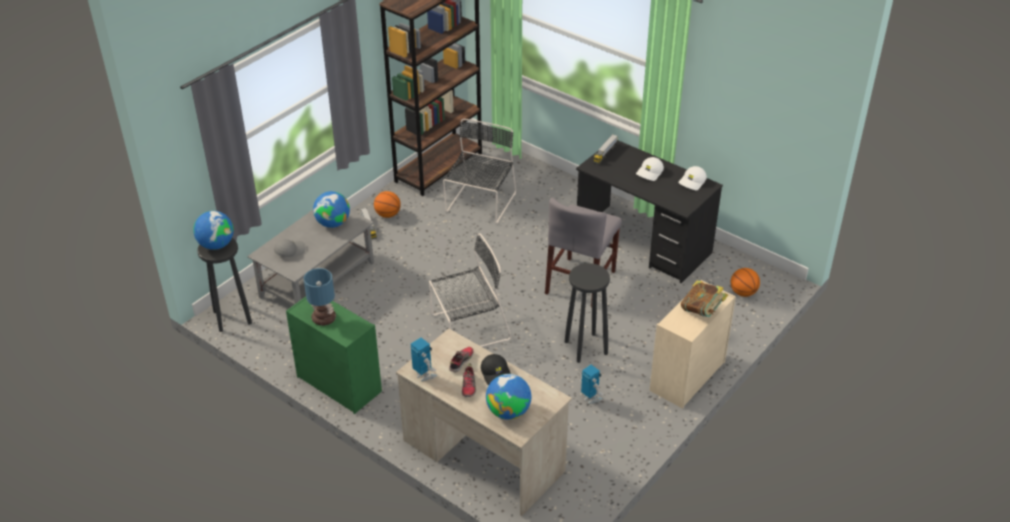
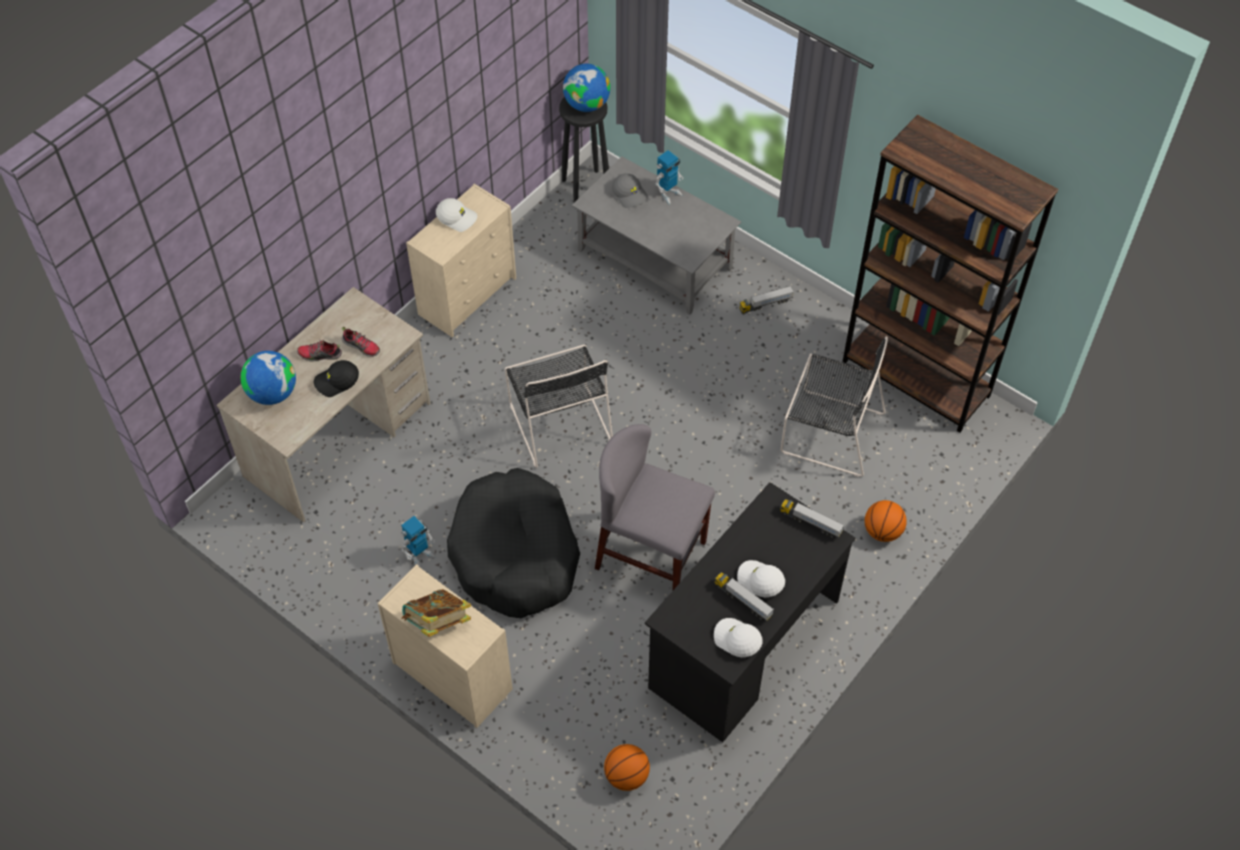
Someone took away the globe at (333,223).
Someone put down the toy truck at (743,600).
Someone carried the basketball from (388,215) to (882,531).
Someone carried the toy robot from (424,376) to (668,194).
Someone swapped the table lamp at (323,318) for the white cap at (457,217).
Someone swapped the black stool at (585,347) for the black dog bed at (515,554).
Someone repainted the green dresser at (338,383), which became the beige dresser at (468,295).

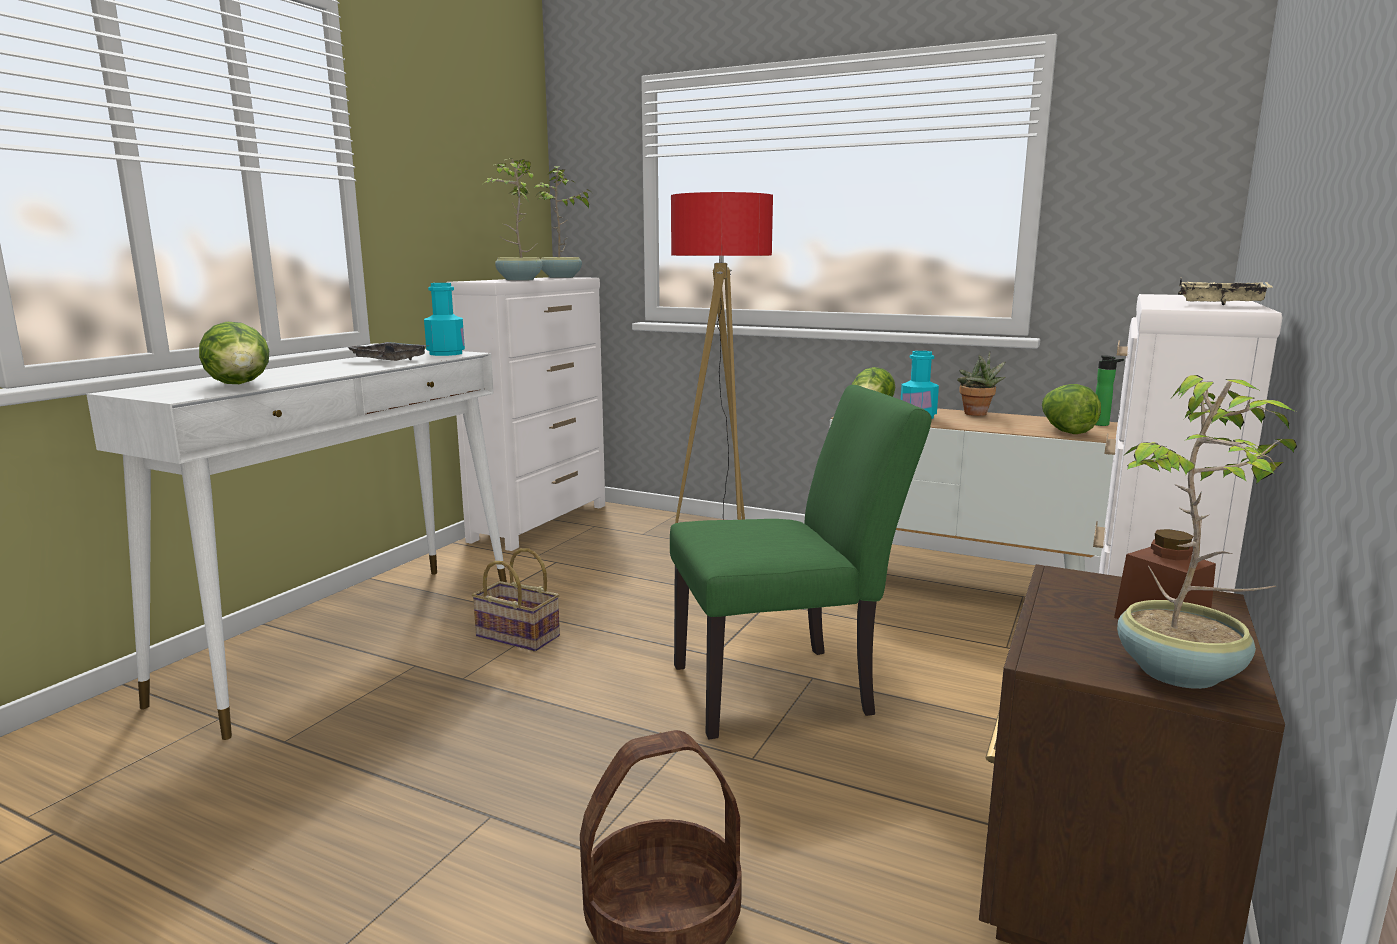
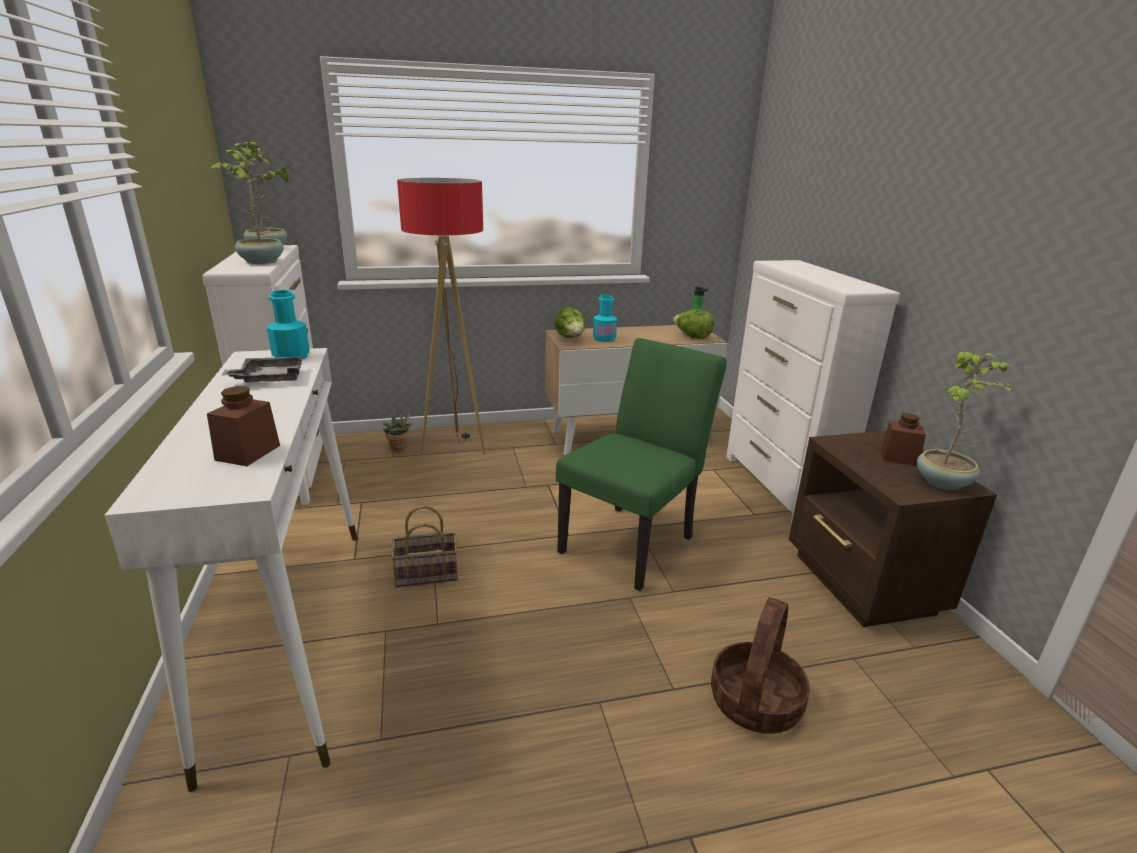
Someone took away the beige tray at (1219,305).
Someone carried the potted plant from (977,414) to (399,448).
Someone swapped the lettuce at (240,385) for the brown jar at (248,452).

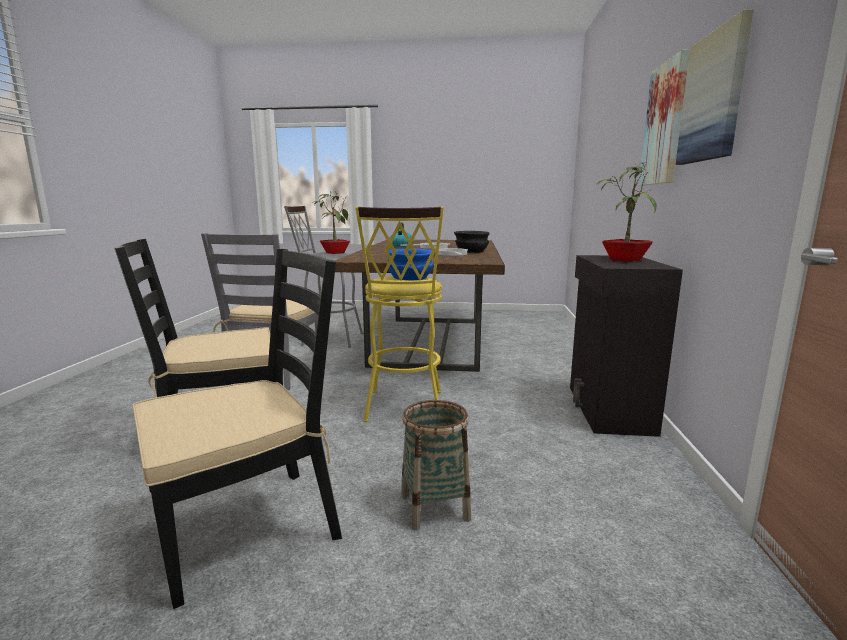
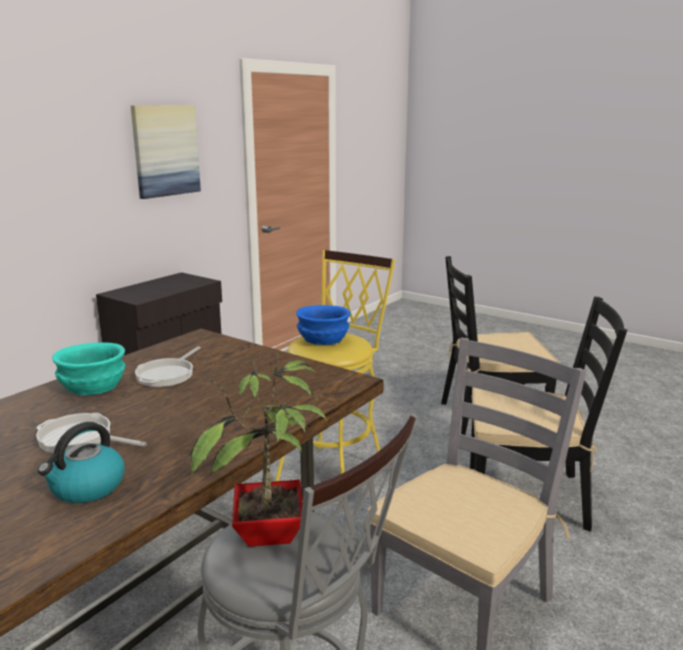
Someone took away the basket at (434,507).
Someone took away the potted plant at (623,260).
Someone took away the picture at (665,124).
Someone repainted the black bowl at (471,251), which became the turquoise bowl at (92,387).

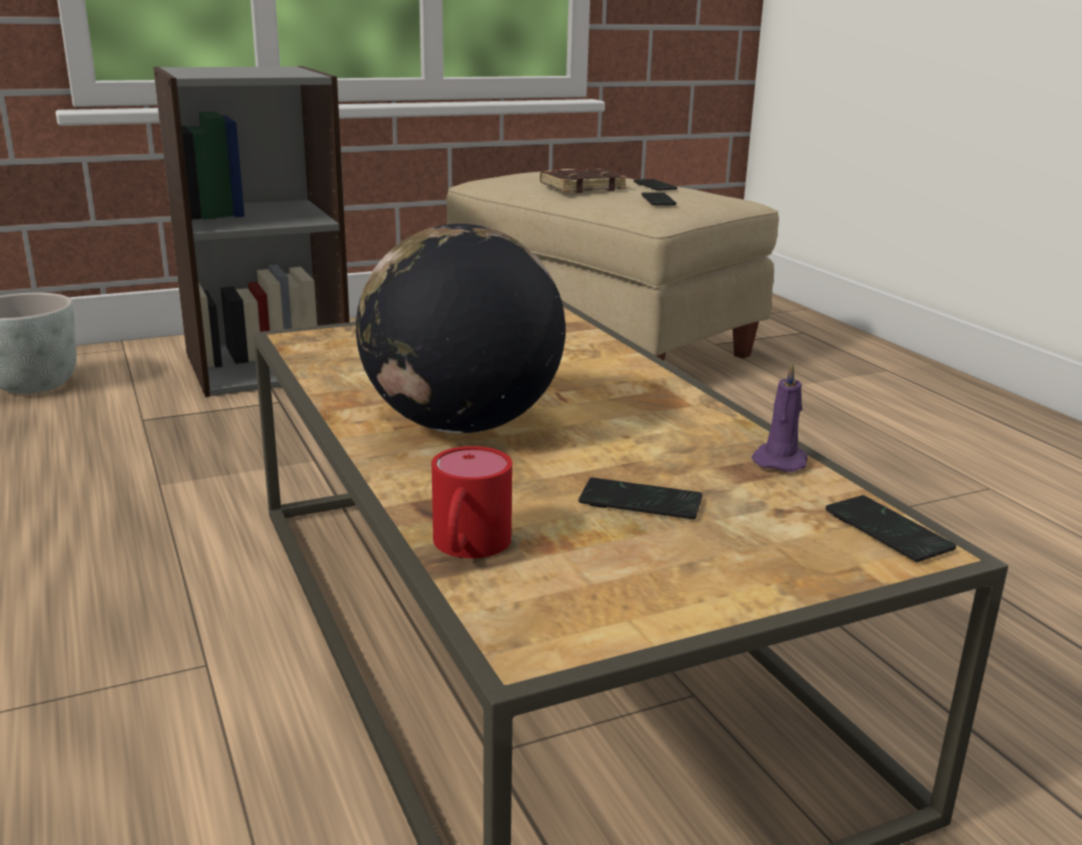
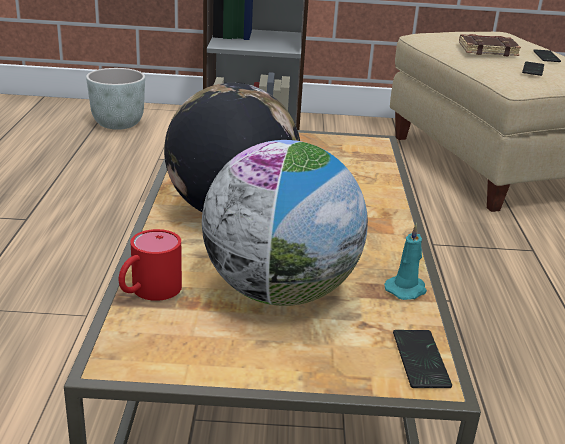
Someone swapped the phone at (640,502) for the globe at (280,292).
Someone repainted the purple candle at (780,460), which became the turquoise candle at (406,289).

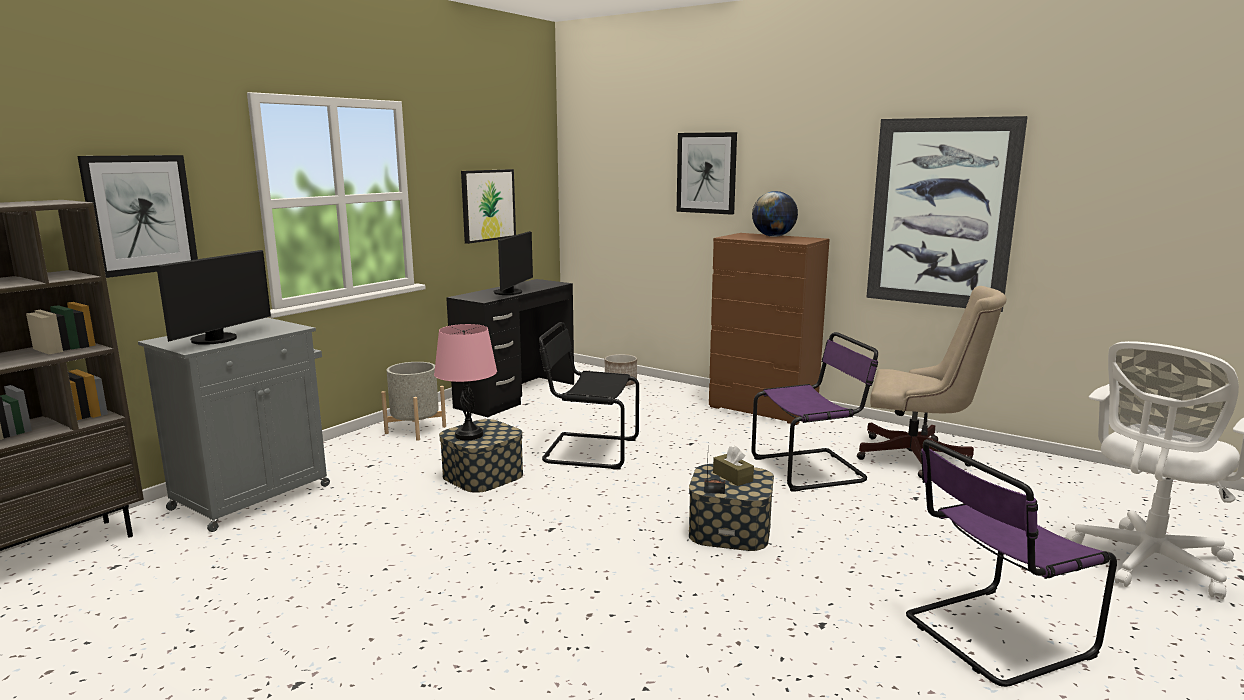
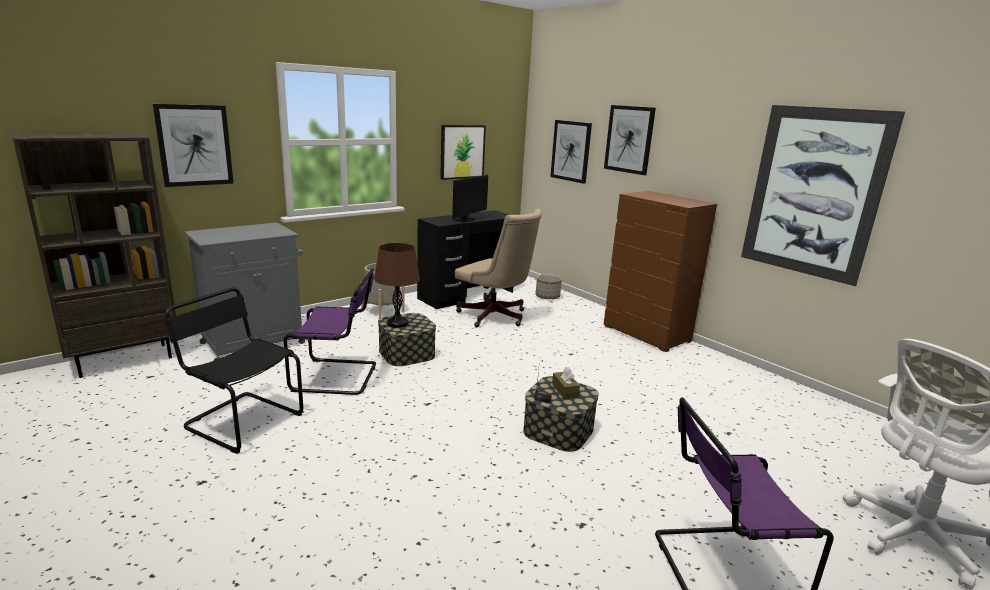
Someone took away the monitor at (218,340).
Someone took away the globe at (773,236).
Someone put up the picture at (571,151).
Someone carried the black chair from (587,451) to (241,420).
Someone carried the purple chair from (812,469) to (338,377).
Someone carried the beige office chair from (919,458) to (495,317).
Someone repainted the pink table lamp at (469,435), which became the brown table lamp at (397,323).

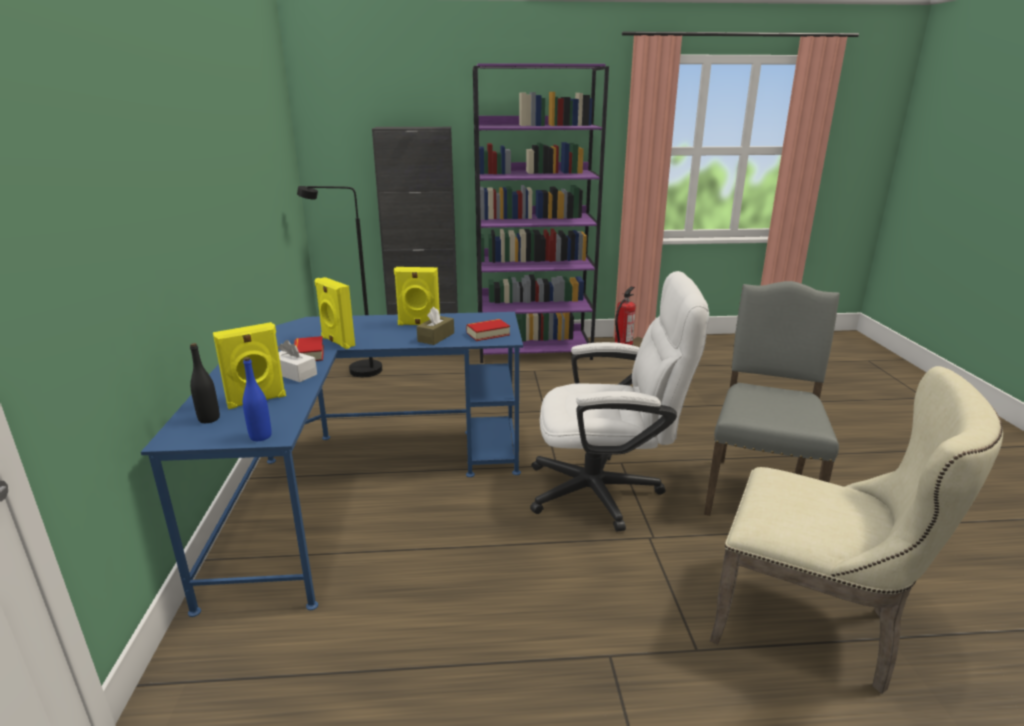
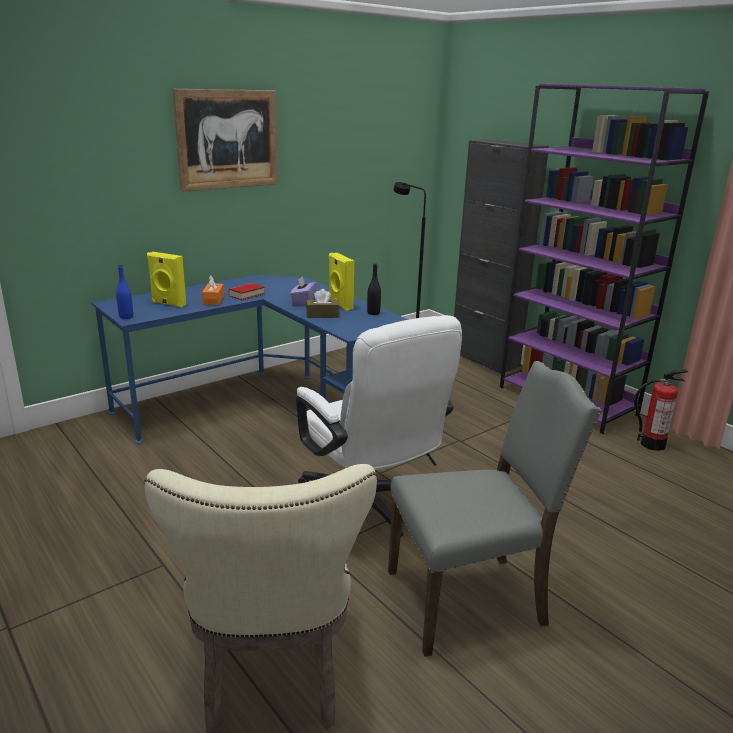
Someone took away the yellow speaker at (337,342).
Someone took away the book at (488,334).
Someone put up the picture at (228,139).
Someone put down the purple tissue box at (303,301).
Someone carried the black bottle from (209,419) to (373,313).
Someone repainted the white tissue box at (294,373), which became the orange tissue box at (213,300).

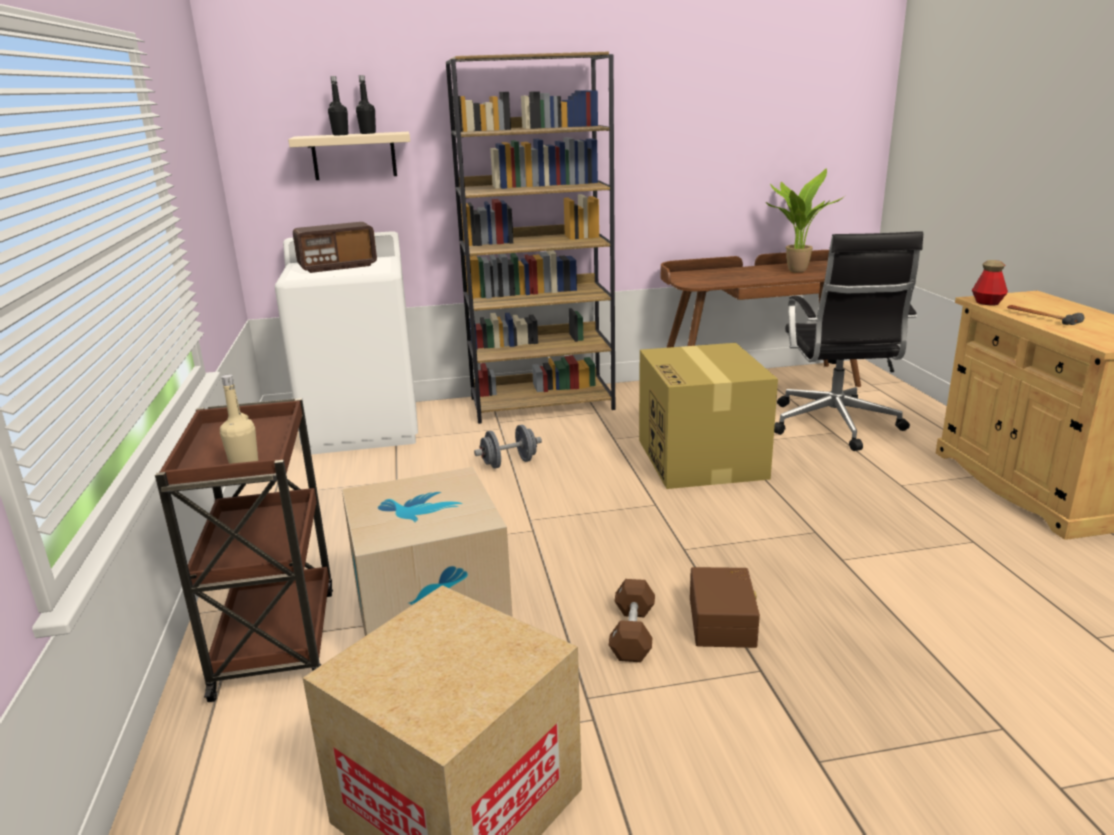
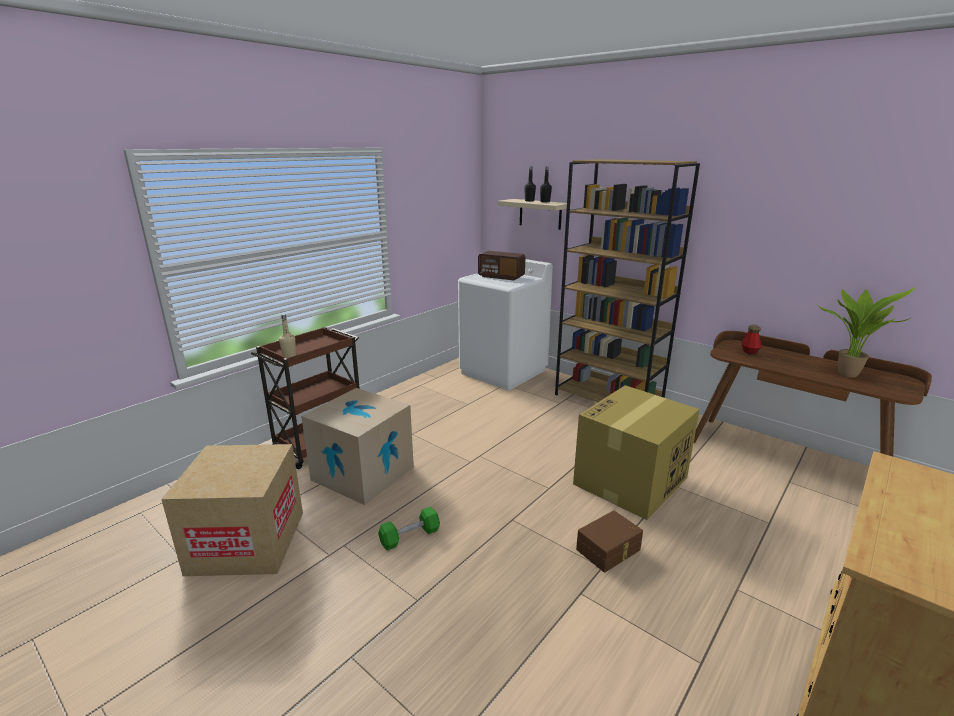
Someone took away the grey dumbbell at (509,463).
Someone took away the black office chair at (834,426).
Someone took away the hammer at (1041,318).
Someone carried the brown storage box from (724,621) to (609,550).
Someone carried the bottle from (987,303) to (749,352).
Someone repainted the brown dumbbell at (632,633), which became the green dumbbell at (410,536).

